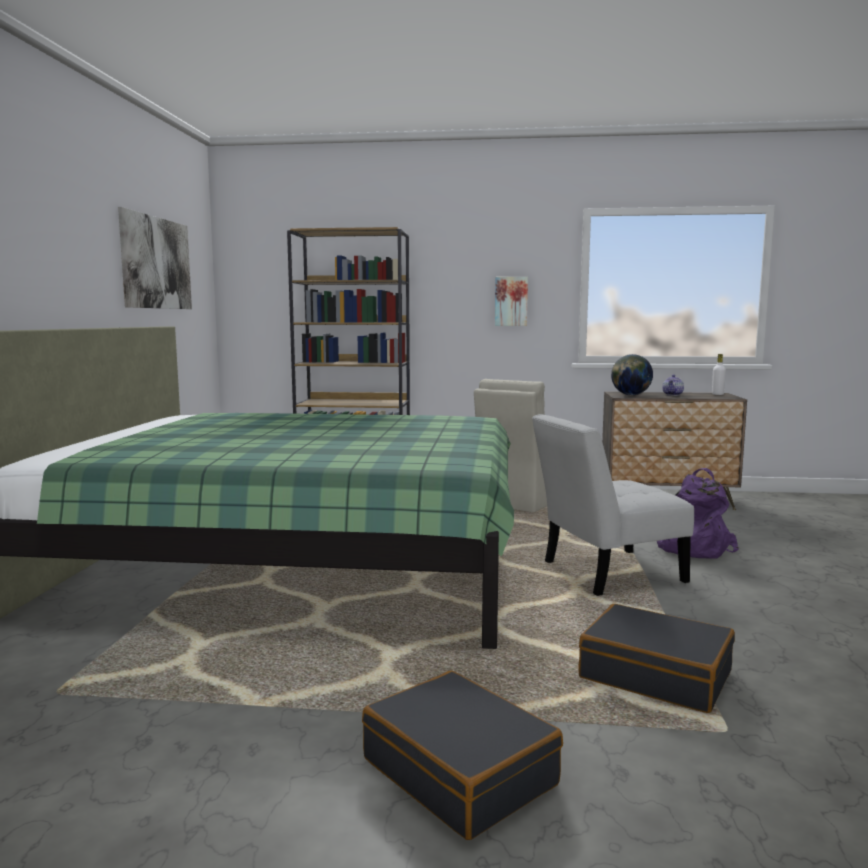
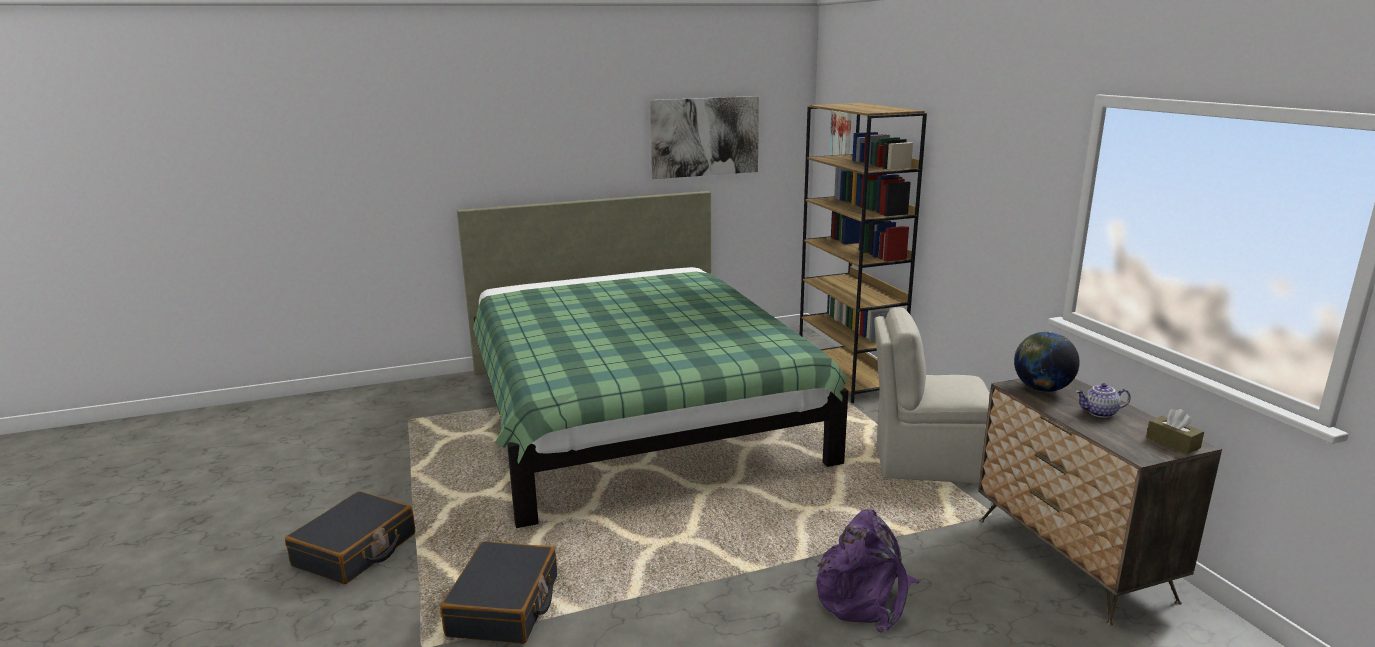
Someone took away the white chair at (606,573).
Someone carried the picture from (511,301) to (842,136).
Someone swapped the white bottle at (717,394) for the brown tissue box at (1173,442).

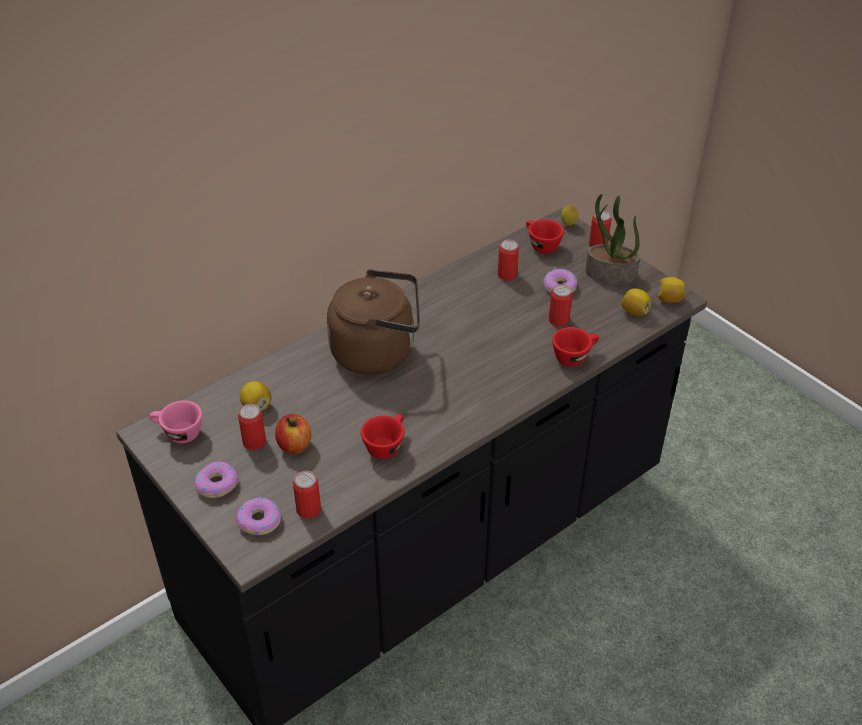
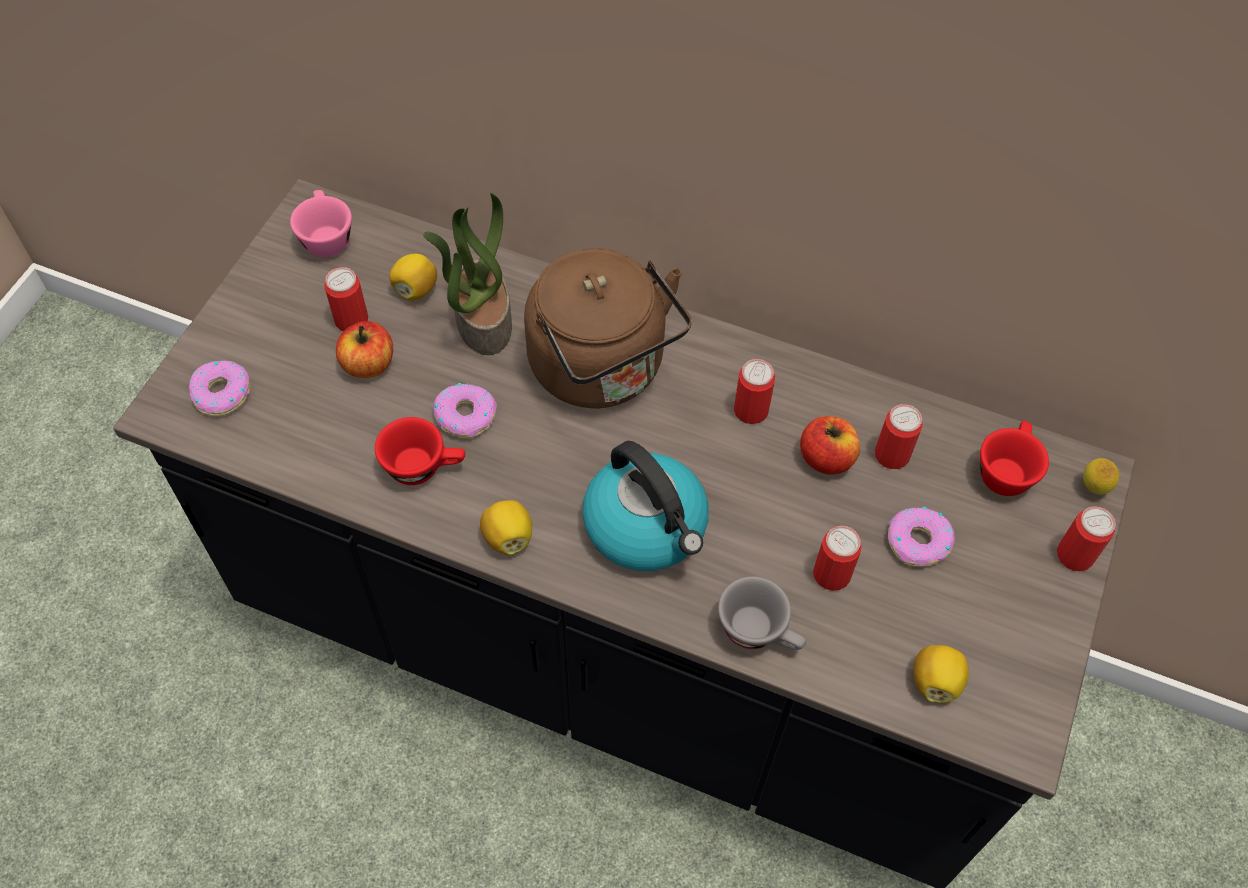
Someone put down the kettle at (647,527).
Someone put down the apple at (826,458).
Someone carried the donut from (216,484) to (465,415).
Someone carried the can from (309,510) to (750,410).
Someone carried the potted plant from (610,274) to (482,320).
Someone carried the lemon from (669,299) to (508,537).
Someone repainted the red cup at (574,356), which became the grey cup at (760,632).

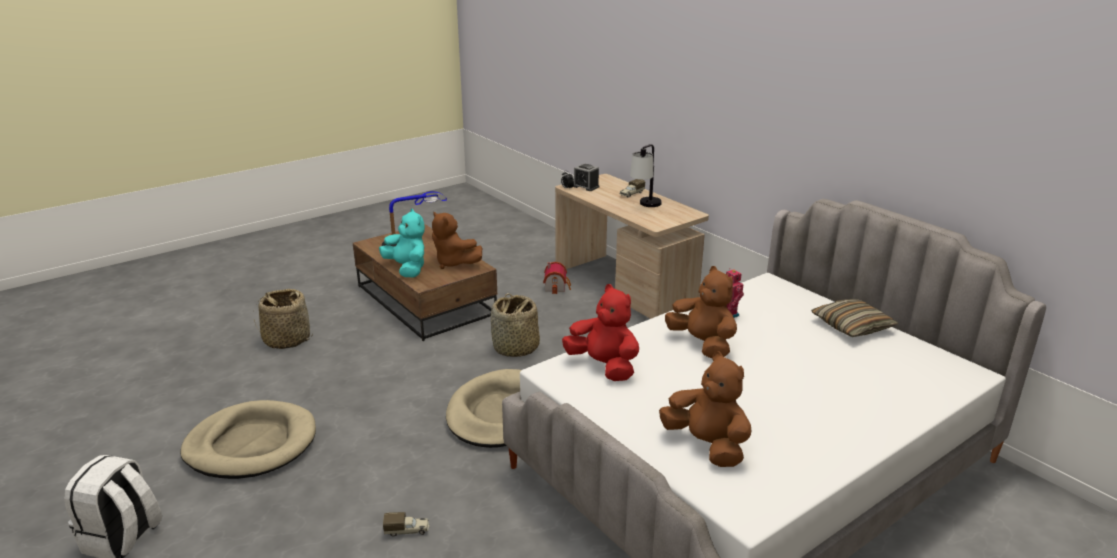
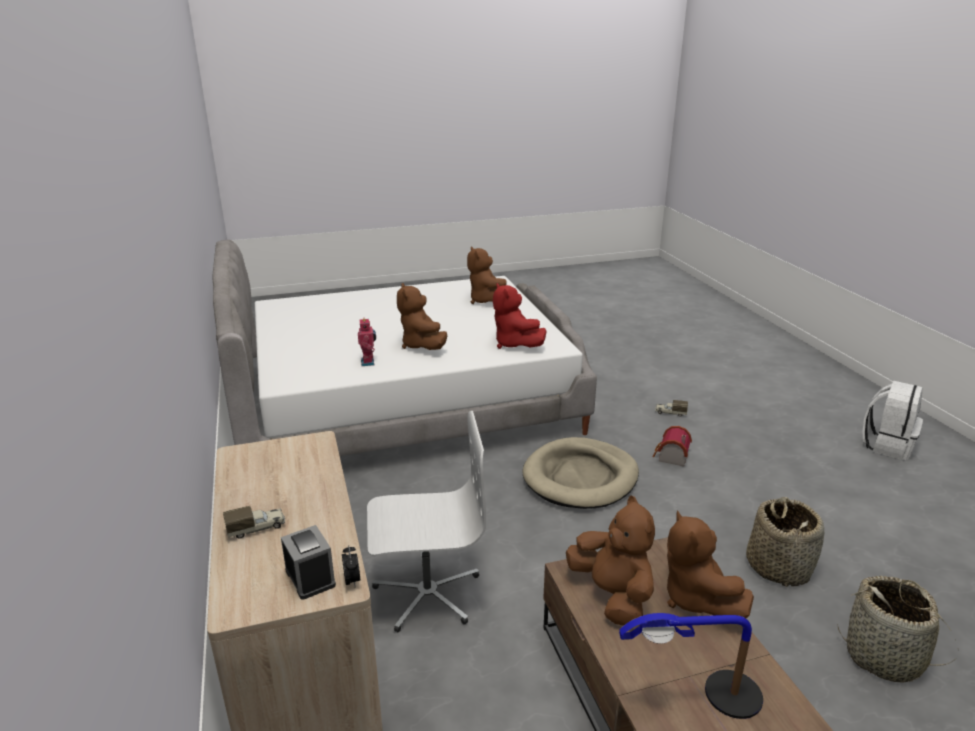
Someone took away the beige dog bed at (251,444).
Someone took away the table lamp at (645,206).
Someone took away the pillow at (852,326).
Someone put down the white office chair at (427,593).
Someone carried the basket from (515,348) to (778,566).
Someone carried the toy house from (557,287) to (670,457).
Someone repainted the turquoise plush toy at (407,269), which became the brown plush toy at (695,598).

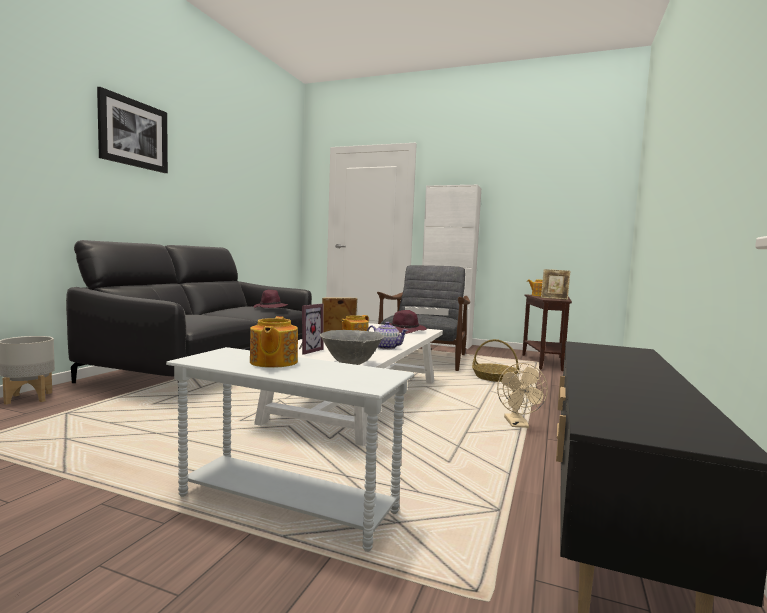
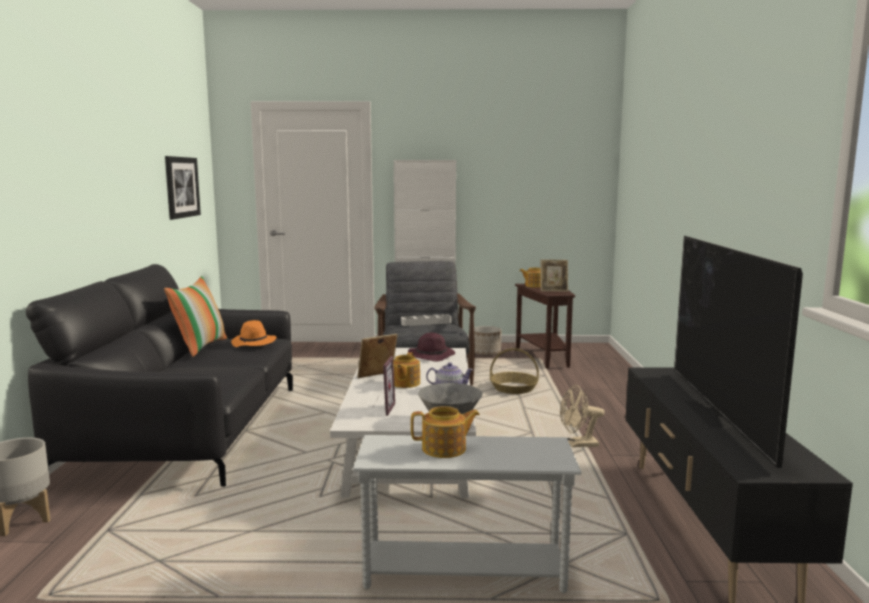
Someone put down the pillow at (200,346).
Someone put down the planter at (486,353).
Someone put down the television at (717,414).
Someone carried the picture from (133,133) to (181,187).
Someone repainted the purple hat at (271,308), which became the orange hat at (254,343).
Someone rotated the teapot at (273,362) by 75 degrees counterclockwise.
Someone rotated the beige fan at (518,425) by 105 degrees clockwise.

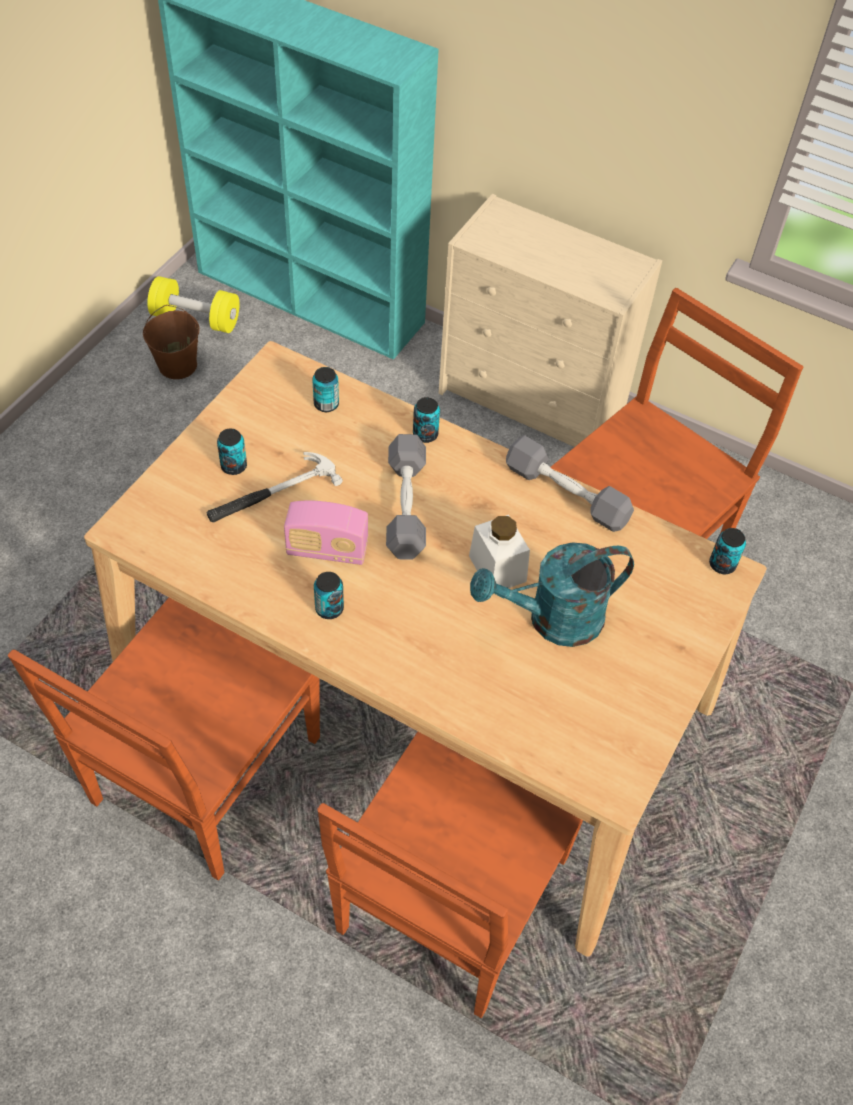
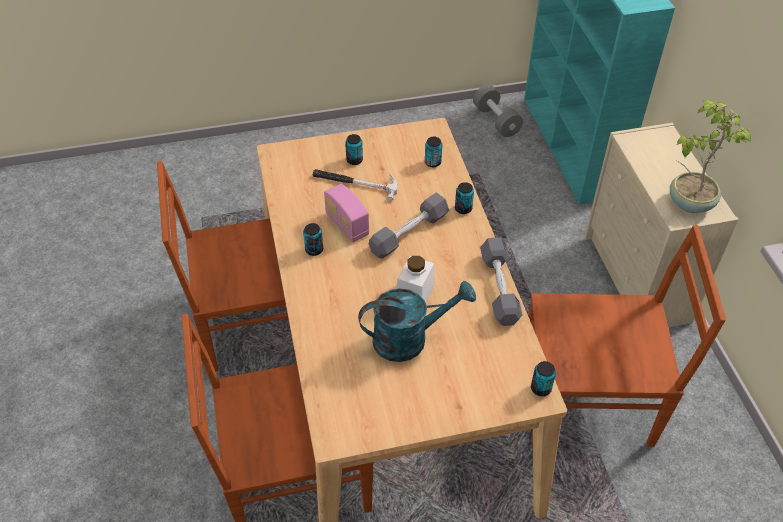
Someone took away the brown bucket at (177,365).
Someone put down the potted plant at (689,202).
Someone repainted the yellow dumbbell at (196,319), which became the grey dumbbell at (496,120).
Someone rotated the turquoise watering can at (552,620) by 135 degrees clockwise.

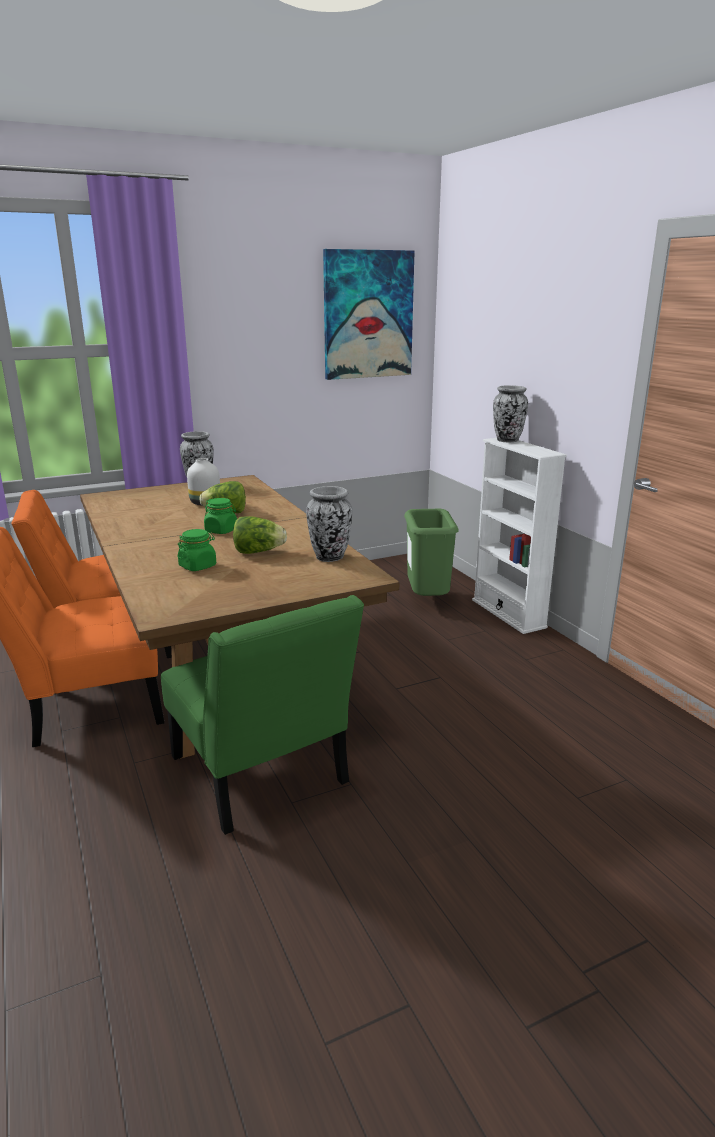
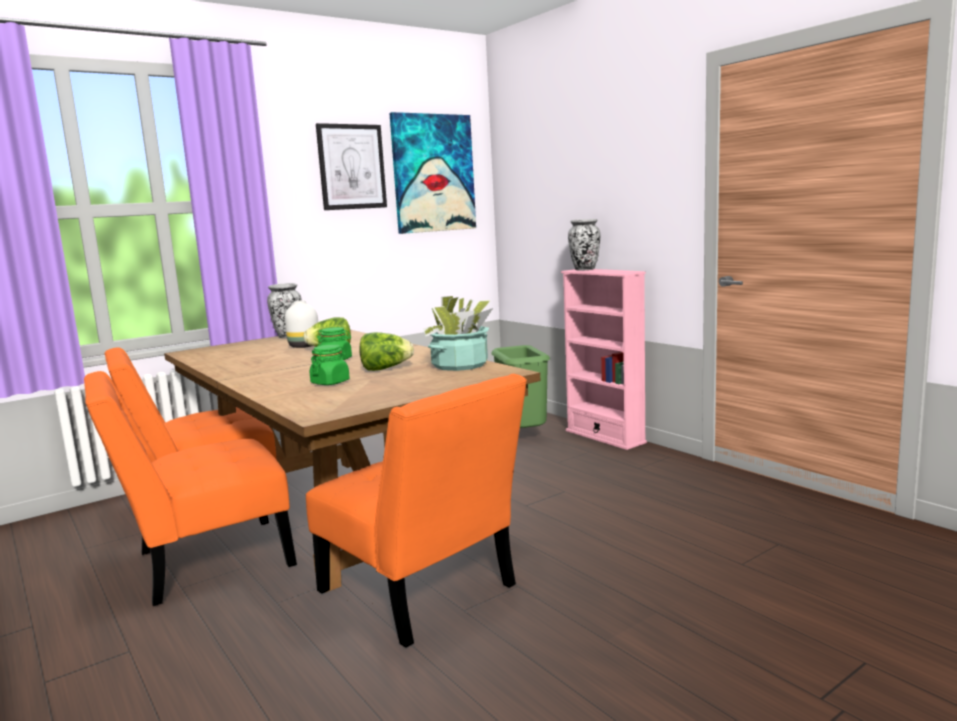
Someone put up the picture at (351,167).
Someone swapped the vase at (330,557) for the potted plant at (460,365).
Someone repainted the green chair at (262,776), which became the orange chair at (423,593).
Someone repainted the white bookcase at (508,613), which became the pink bookcase at (605,437).

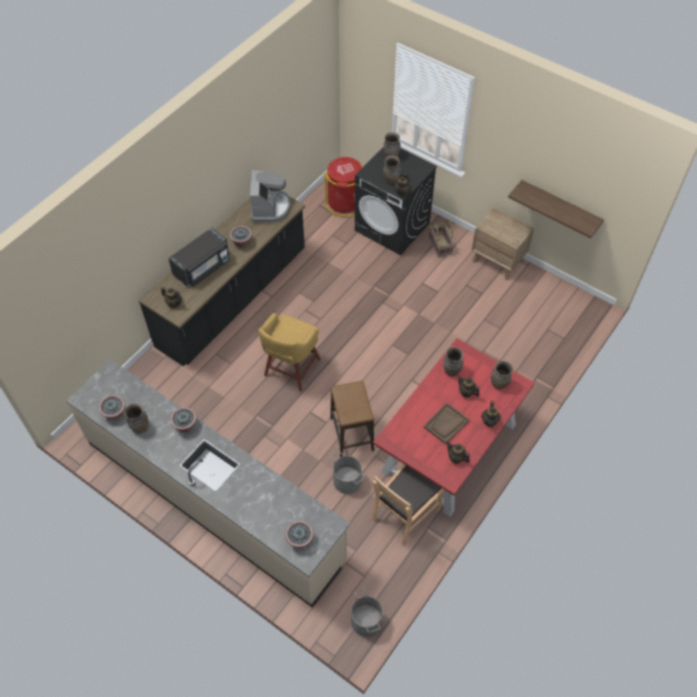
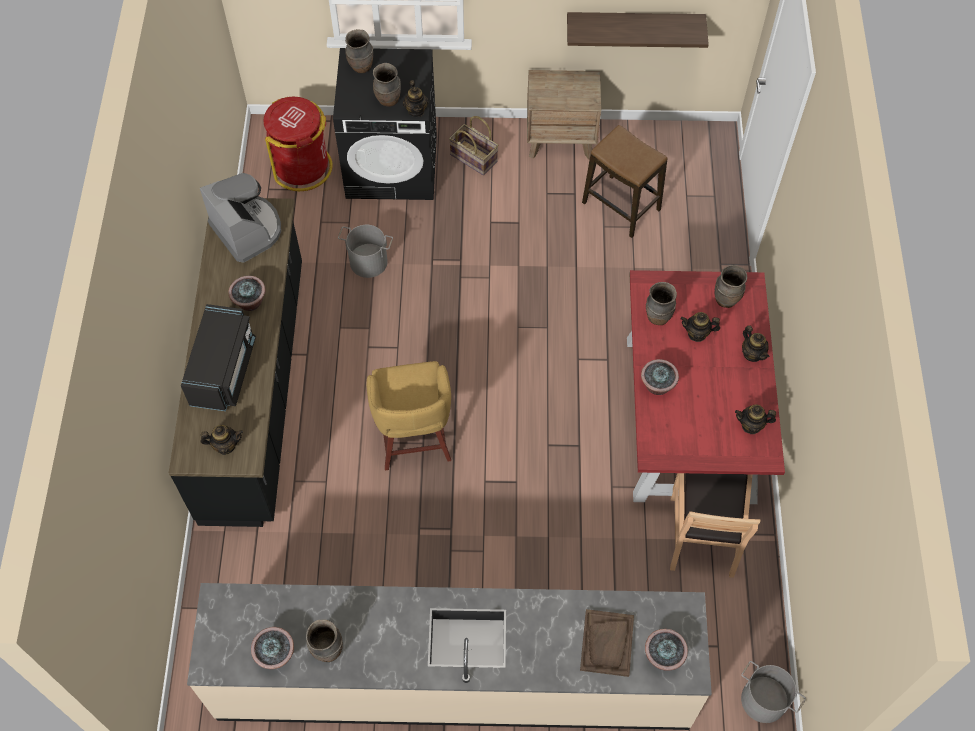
Someone carried the potted plant from (185,426) to (657,386).
Someone carried the stool from (352,434) to (621,206).
Someone carried the grey bucket from (347,481) to (368,262).
Someone carried the brown tray from (446,424) to (607,643).

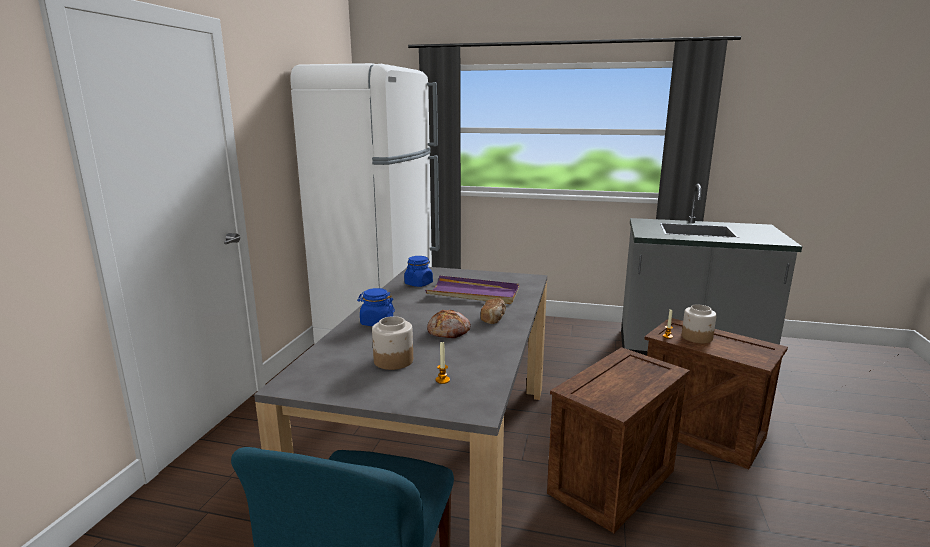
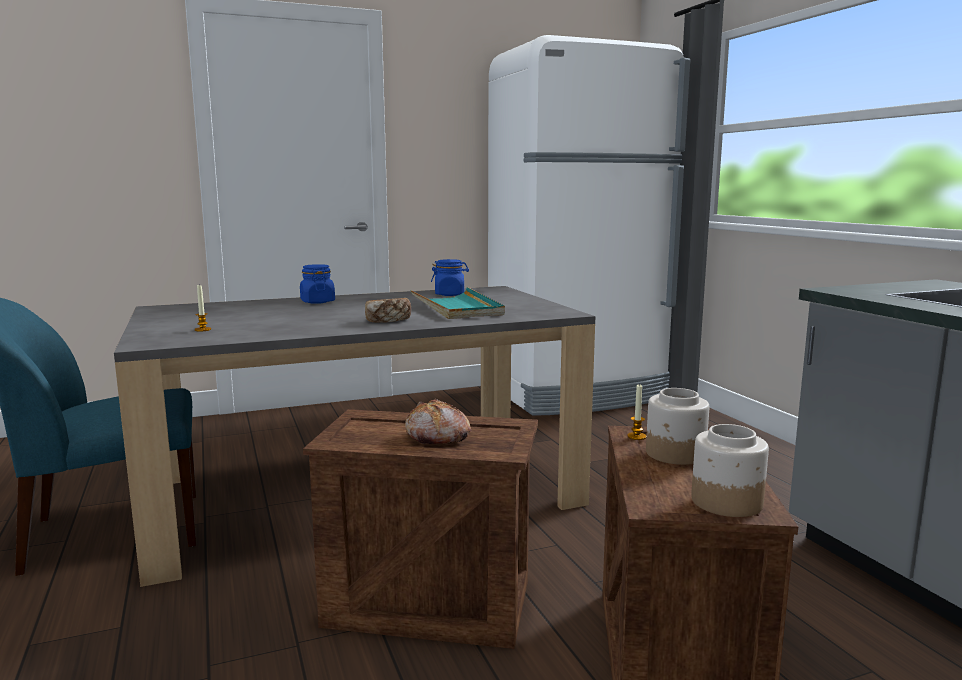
Someone carried the jar from (393,361) to (725,502).
Someone carried the bread from (449,331) to (437,436).
Someone repainted the purple tray at (474,293), which became the turquoise tray at (457,307).

